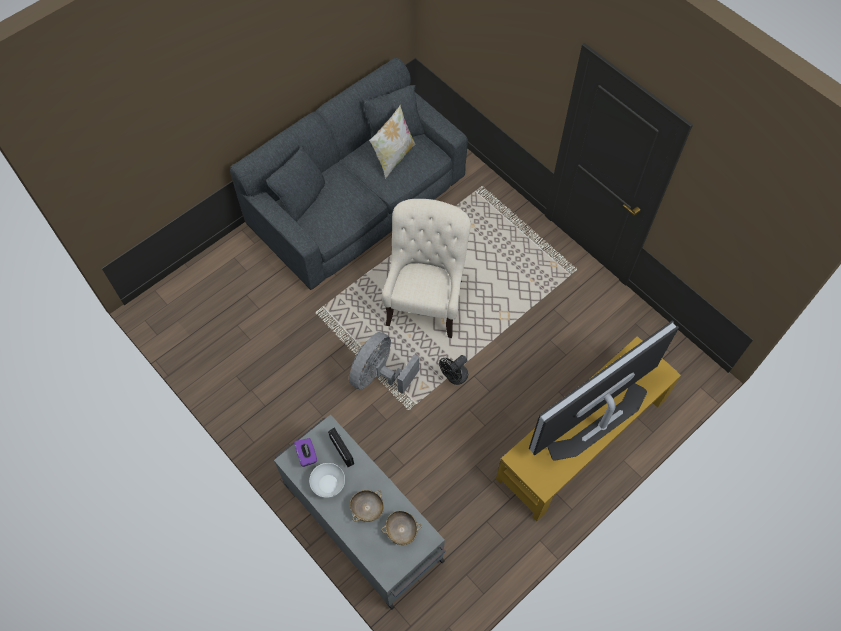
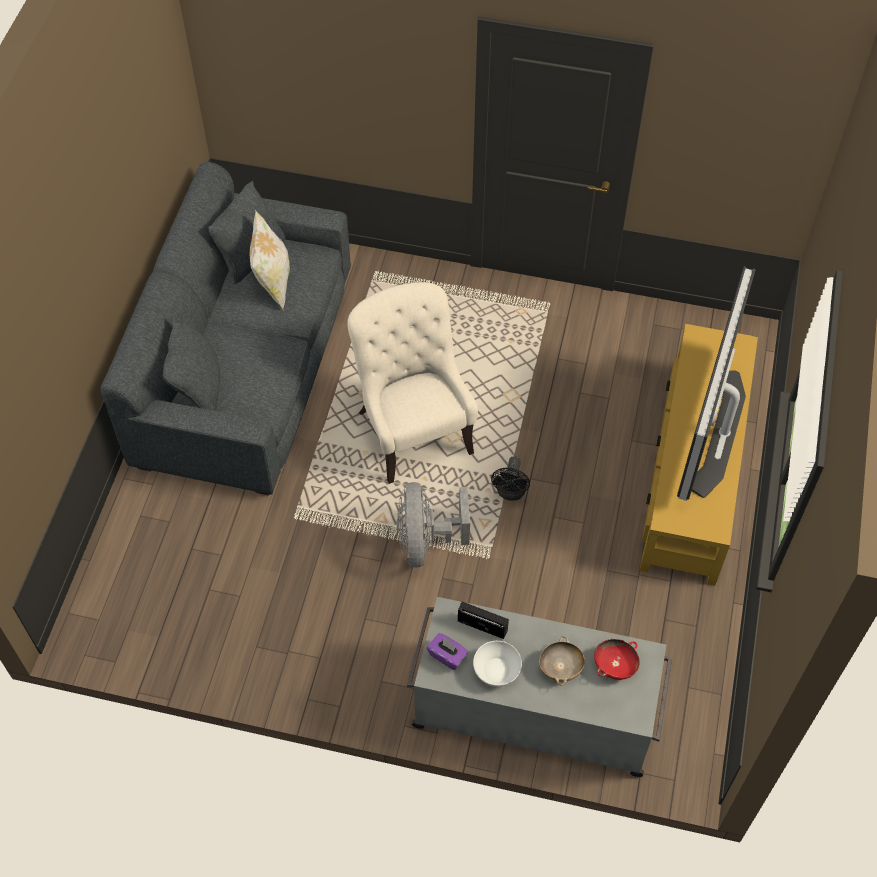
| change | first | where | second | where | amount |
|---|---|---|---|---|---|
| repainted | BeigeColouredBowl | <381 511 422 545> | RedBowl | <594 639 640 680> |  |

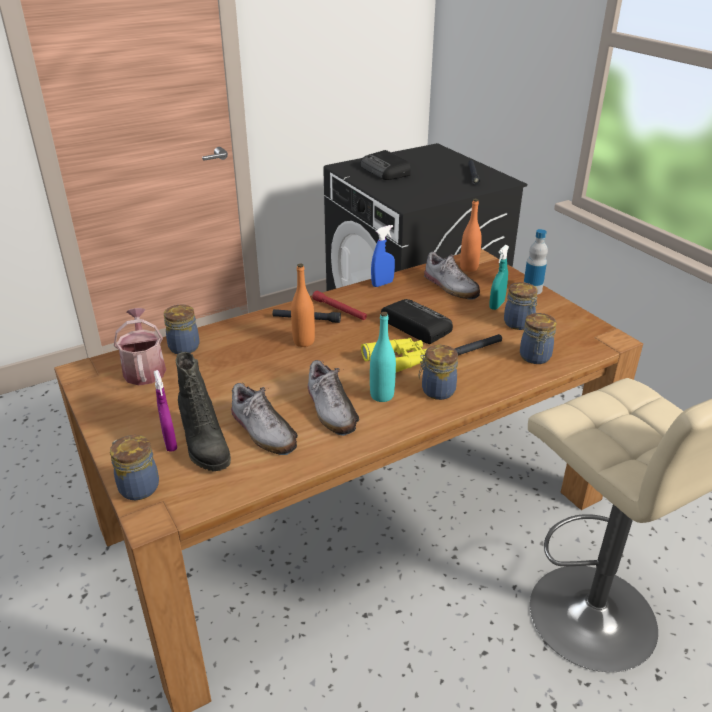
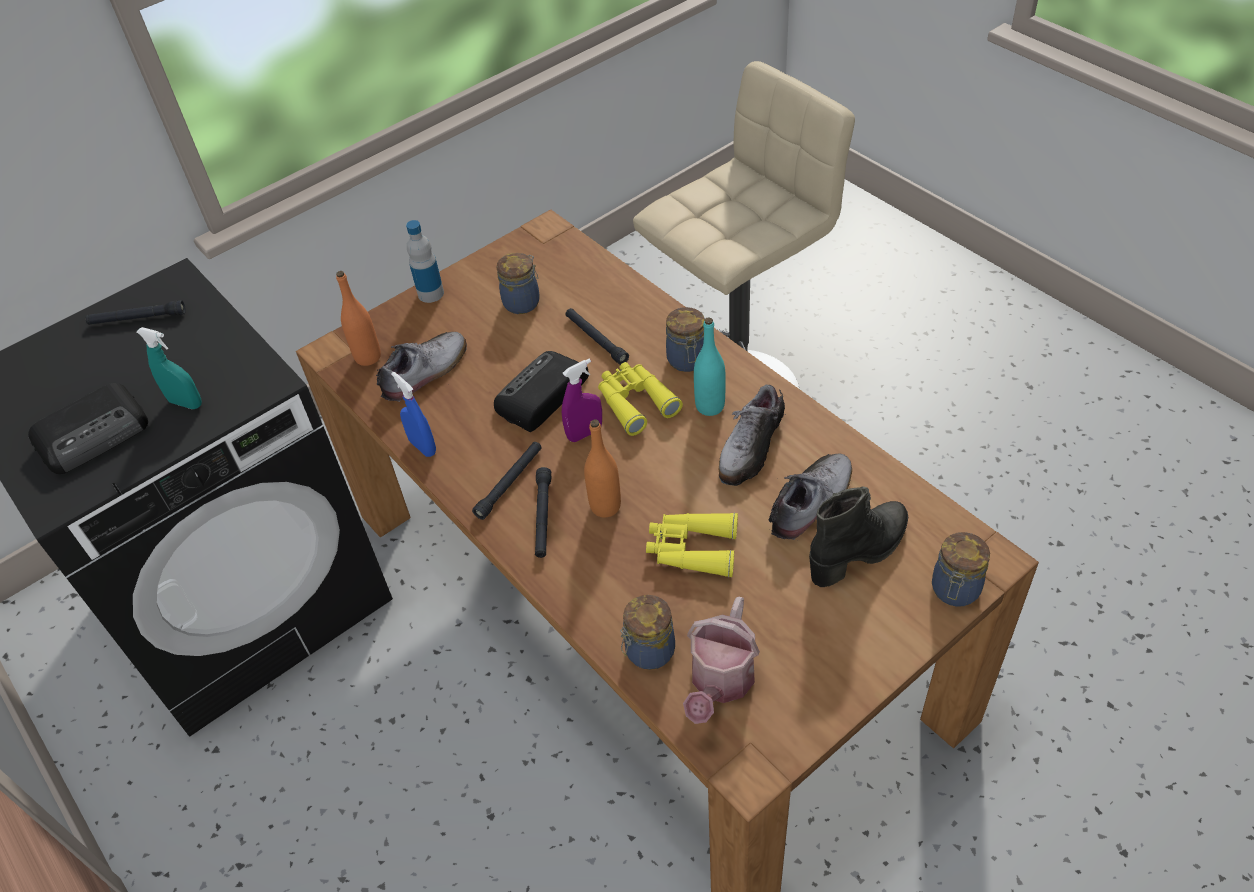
| change | first | where | second | where | amount |
|---|---|---|---|---|---|
| shifted | BlueGreenSprayBottle | <489 245 509 310> |  | <137 327 202 409> |  |
| repainted | RedFlashlight | <312 291 367 320> | BlackishFlashlight | <472 442 542 520> |  |
| rotated | WateringCan | <114 308 166 385> |  | <683 597 760 724> | 45 degrees counterclockwise |
| gone | Jar | <520 313 557 364> |  |  |  |
| rotated | LowShoe | <308 360 359 436> |  | <718 385 785 486> | 150 degrees clockwise |
| shifted | PurpleSprayBottle | <154 370 177 452> |  | <562 358 602 442> |  |
| new |  |  | YellowishFieldGlasses | <646 513 738 577> |  |

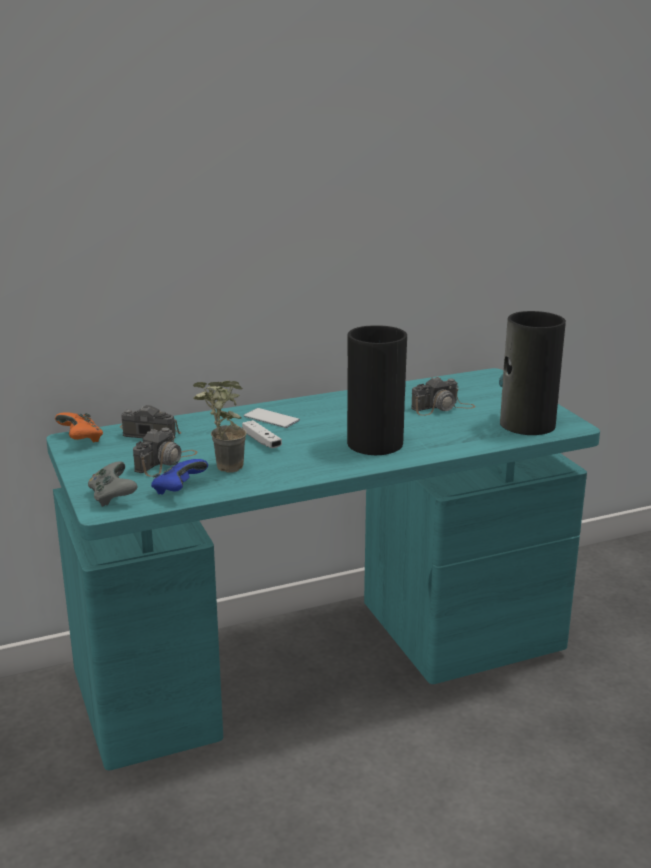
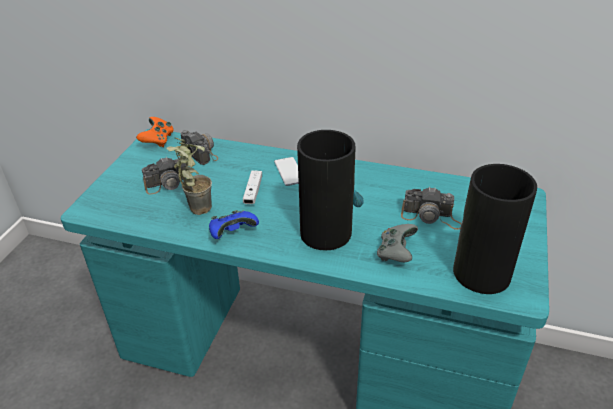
| change | first | where | second | where | amount |
|---|---|---|---|---|---|
| shifted | BluishGameController | <151 459 208 495> |  | <209 210 259 239> |  |
| shifted | GreyishGameController | <88 461 138 507> |  | <377 224 418 262> |  |

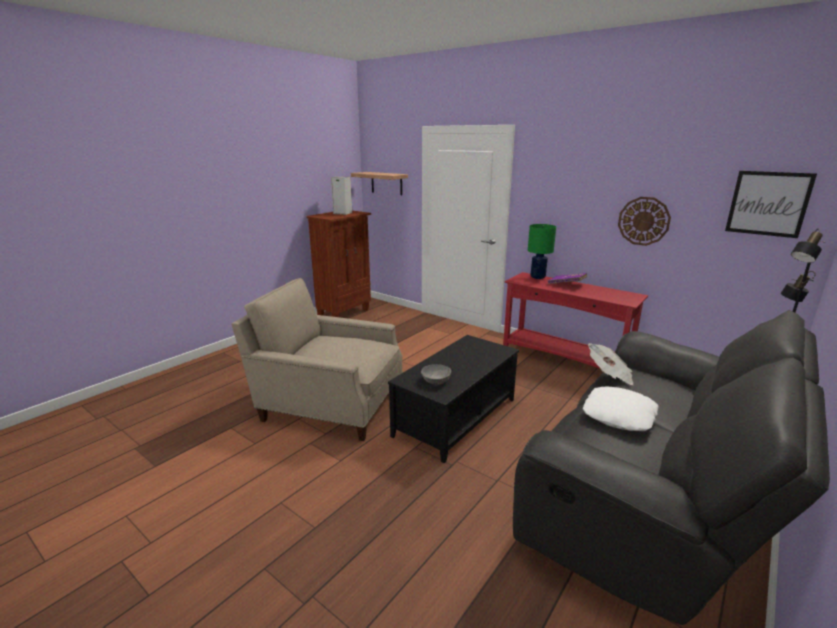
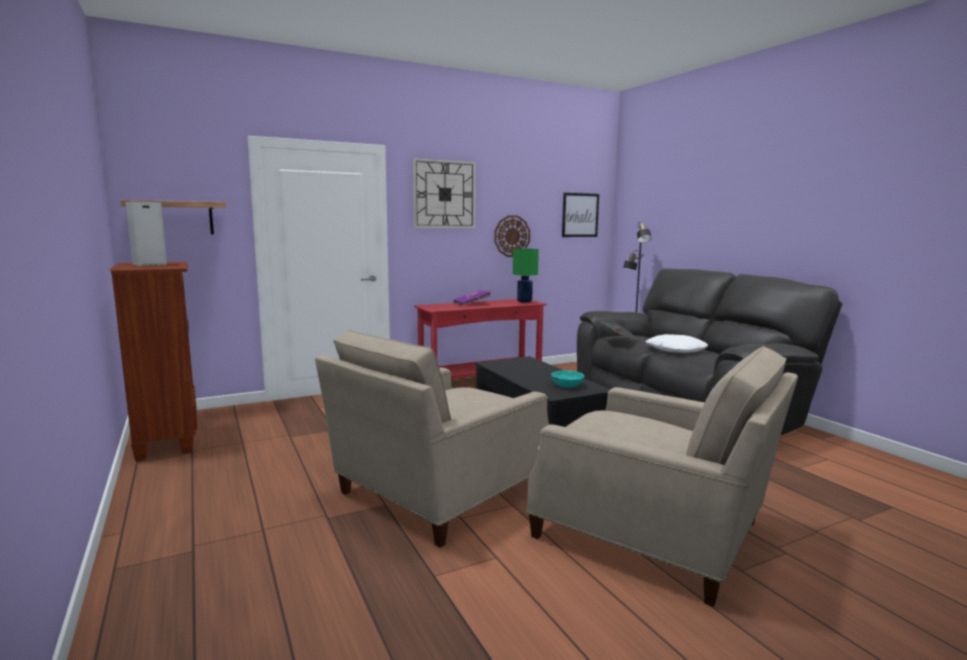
| change | first | where | second | where | amount |
|---|---|---|---|---|---|
| shifted | GreenishTabletopLamp | <528 224 556 279> |  | <513 248 539 303> |  |
| repainted | GreyishBowl | <421 364 451 385> | BlueGreenBowl | <551 370 584 388> |  |
| new |  |  | WallClock | <413 158 476 228> |  |
| new |  |  | BeigeColouredArmchair | <526 346 798 607> |  |

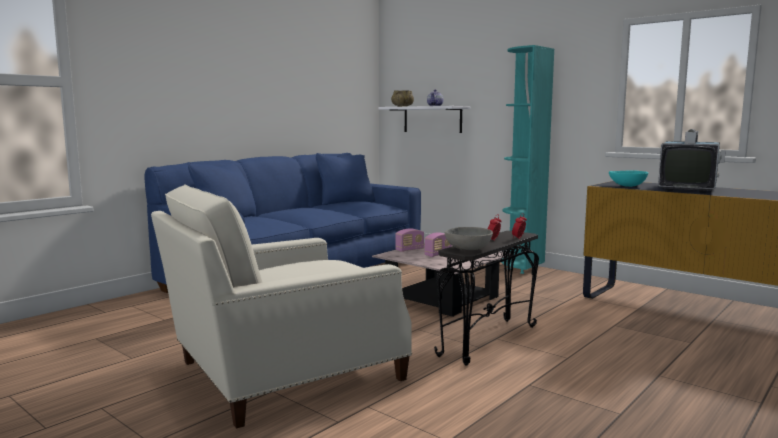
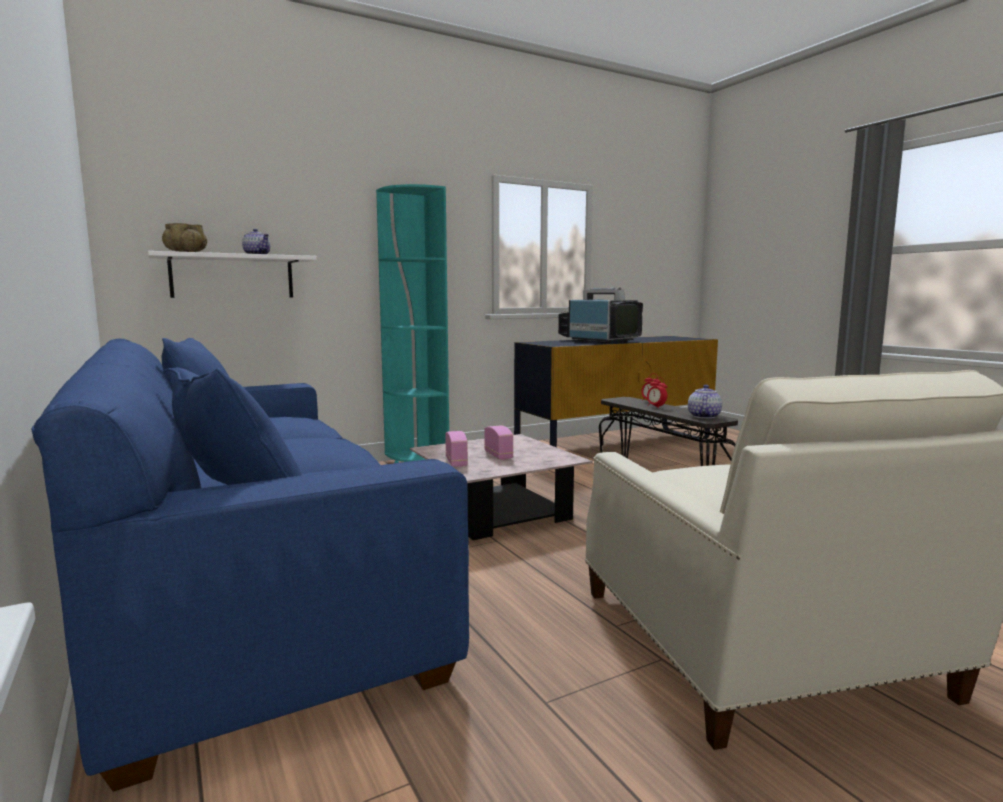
| change | first | where | second | where | amount |
|---|---|---|---|---|---|
| gone | BlueGreenBowl | <609 171 648 187> |  |  |  |
| swapped | GreyishBowl | <445 227 493 250> | Teapot | <688 385 722 419> |  |

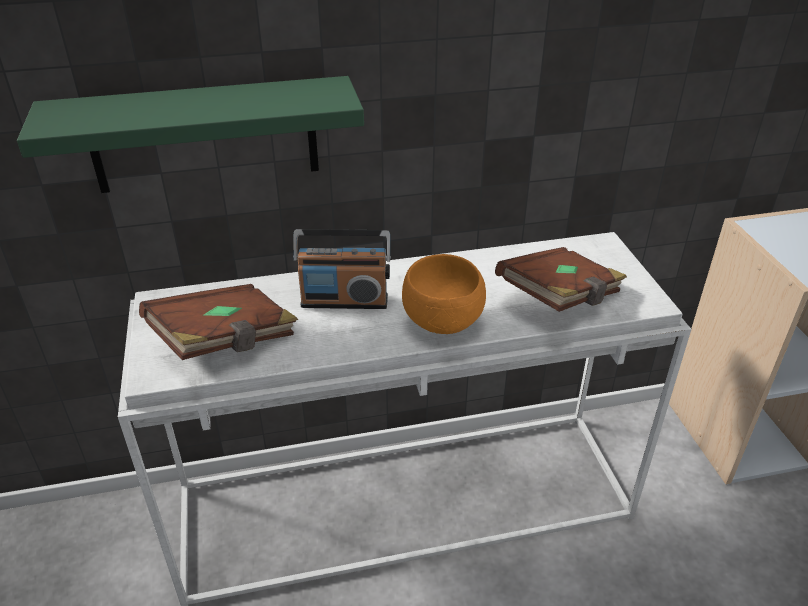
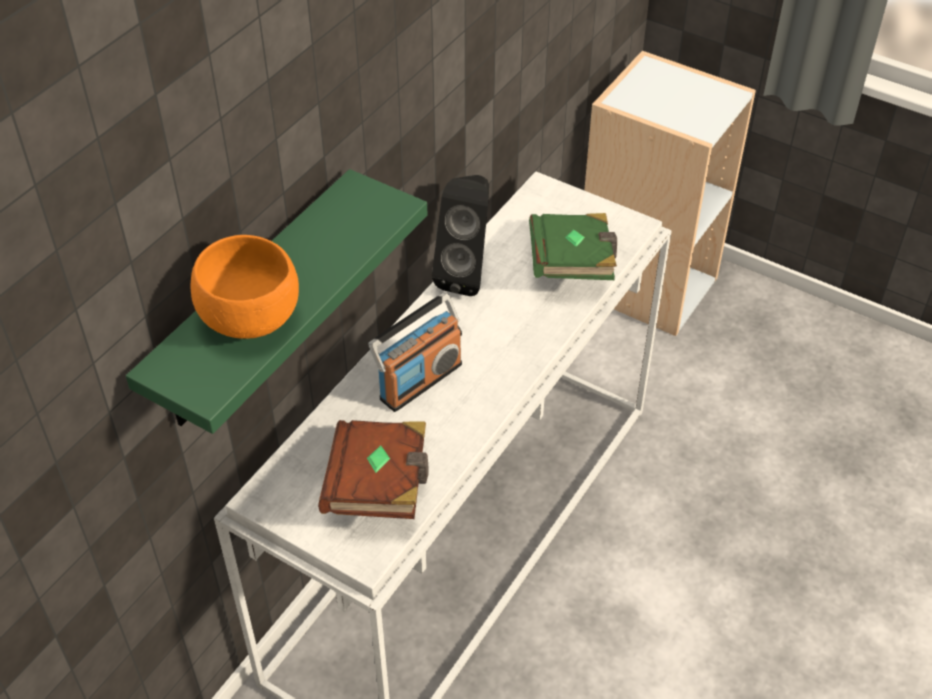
| change | first | where | second | where | amount |
|---|---|---|---|---|---|
| repainted | BrownishVolume | <495 247 627 312> | GreenishVolume | <529 213 617 280> |  |
| shifted | OrangeyBowl | <402 254 486 334> |  | <191 235 299 339> |  |
| new |  |  | BlackishAudioSpeaker | <432 175 489 296> |  |

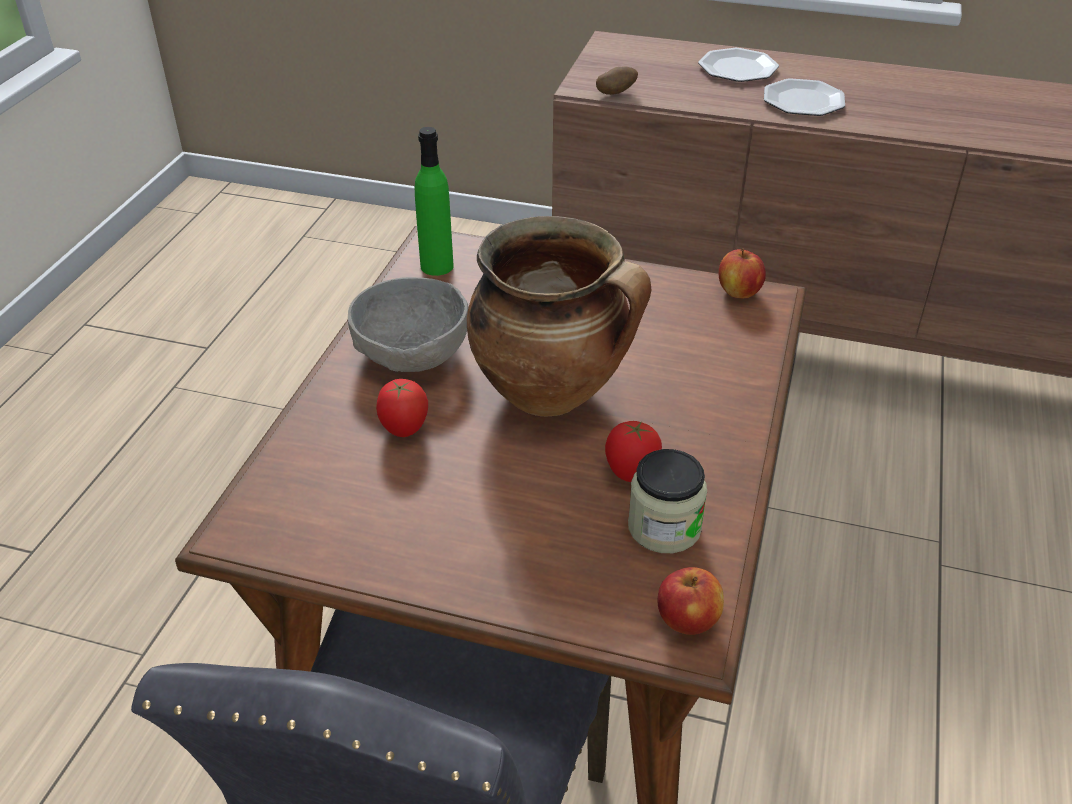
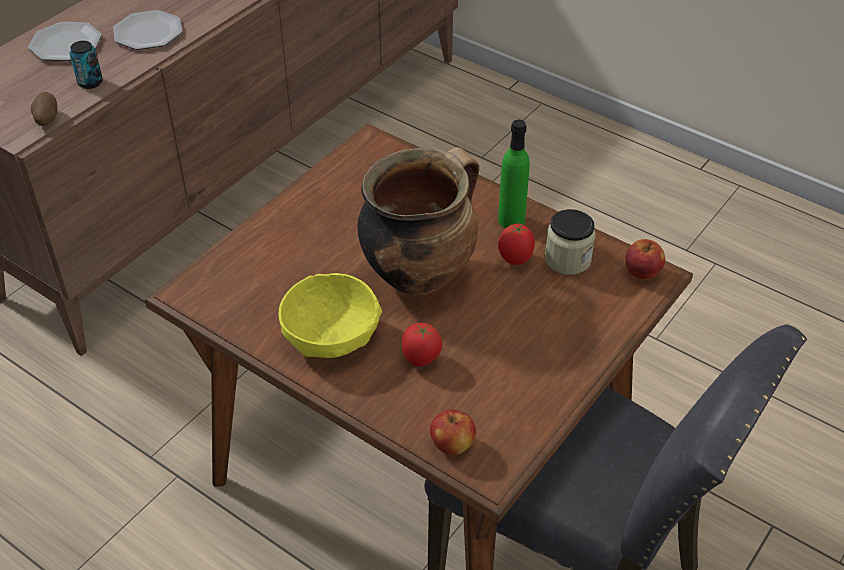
| change | first | where | second | where | amount |
|---|---|---|---|---|---|
| shifted | GreenishBottle | <414 127 454 276> |  | <498 120 530 228> |  |
| shifted | Apple | <719 248 766 298> |  | <430 410 476 455> |  |
| repainted | GreyishBowl | <348 277 469 372> | YellowishBowl | <279 273 382 358> |  |
| new |  |  | MetalCan | <70 41 103 89> |  |

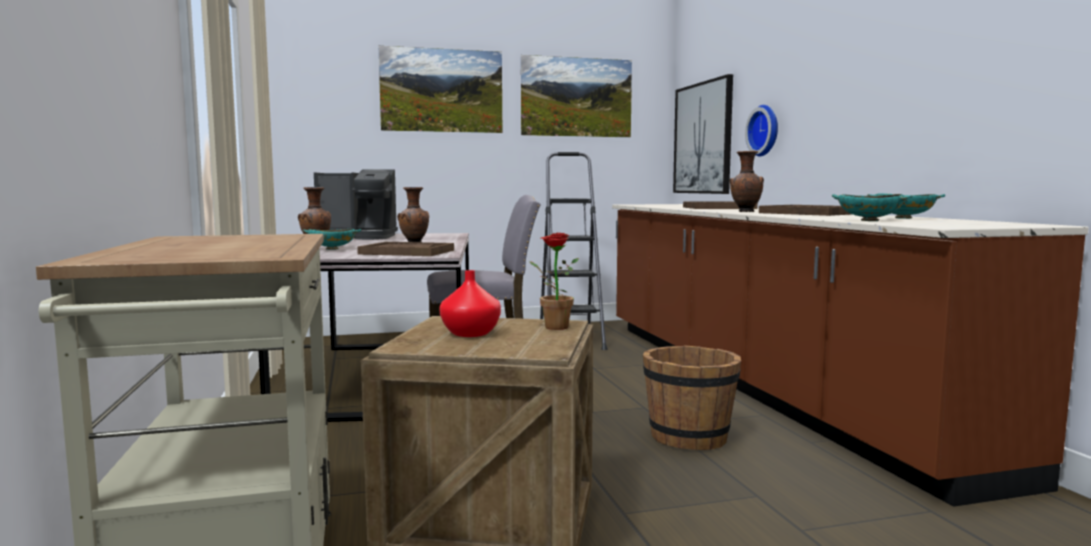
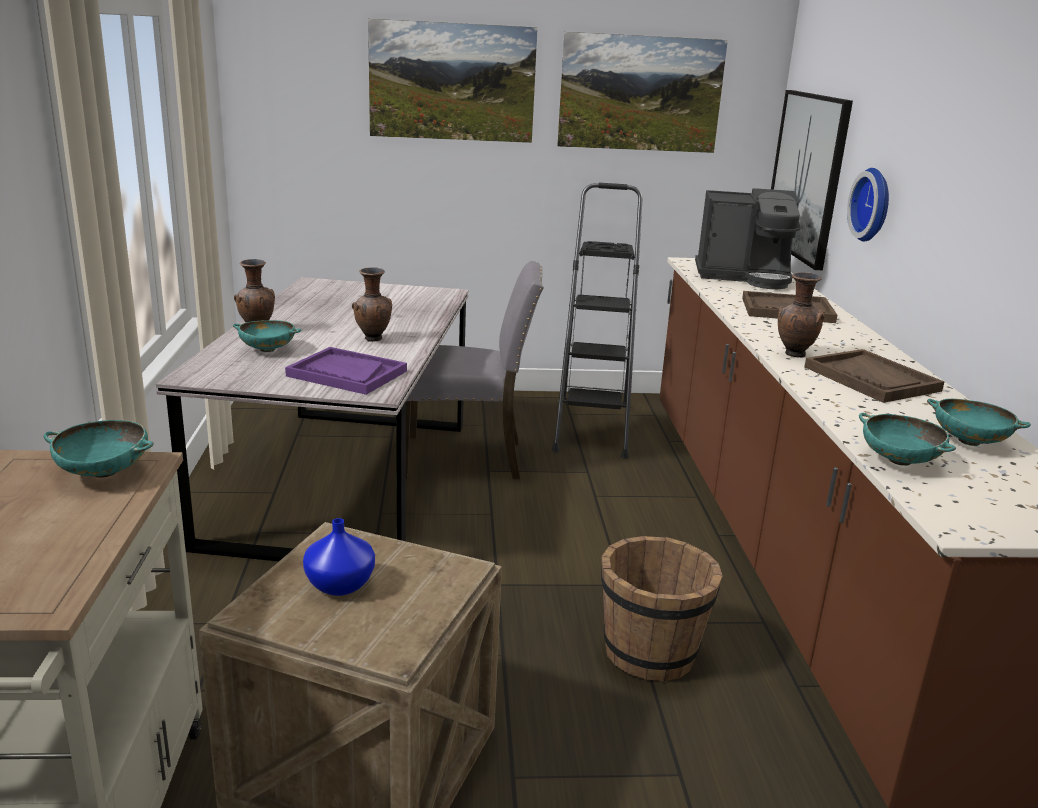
| change | first | where | second | where | amount |
|---|---|---|---|---|---|
| shifted | CoffeeBrewer | <314 170 398 240> |  | <695 188 800 289> |  |
| gone | PottedPlant | <529 232 579 330> |  |  |  |
| repainted | BrownishCarryingTray | <357 242 454 256> | PurpleCarryingTray | <285 347 407 395> |  |
| repainted | RedVase | <439 270 501 337> | BluishVase | <303 518 375 596> |  |
| new |  |  | BlueGreenBowl | <43 420 154 478> |  |

